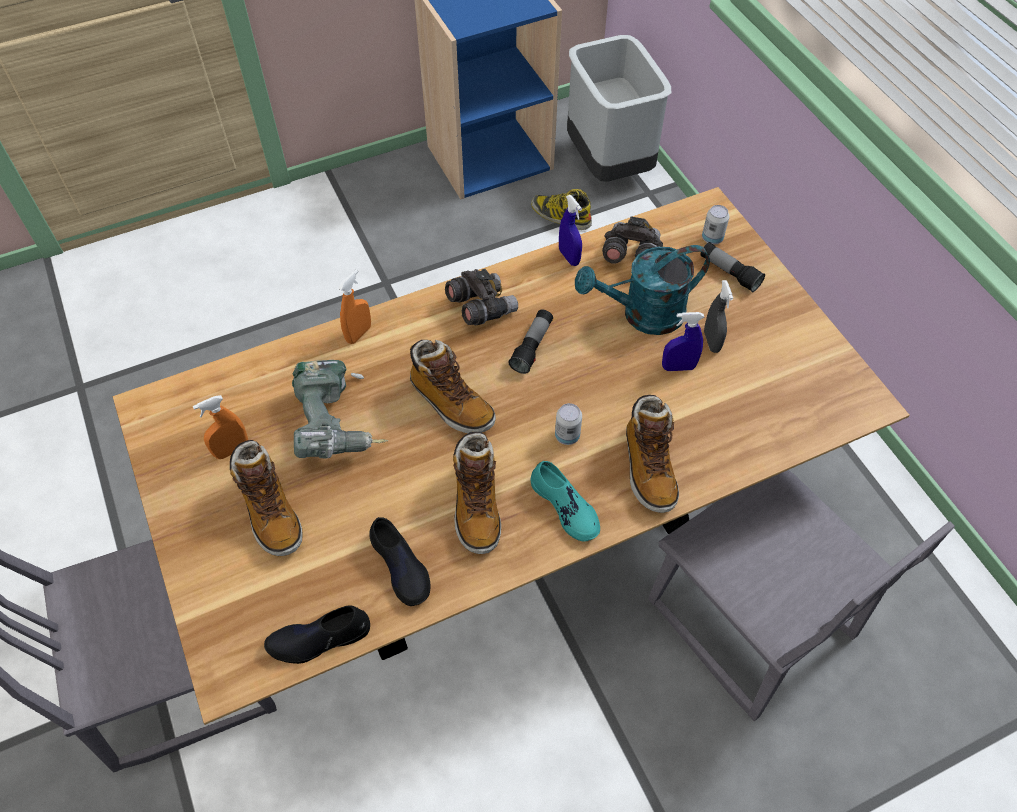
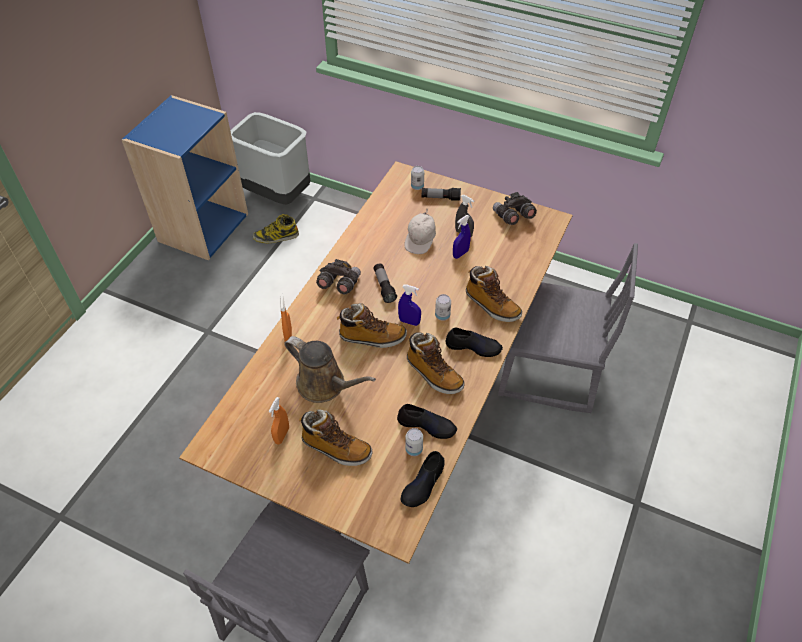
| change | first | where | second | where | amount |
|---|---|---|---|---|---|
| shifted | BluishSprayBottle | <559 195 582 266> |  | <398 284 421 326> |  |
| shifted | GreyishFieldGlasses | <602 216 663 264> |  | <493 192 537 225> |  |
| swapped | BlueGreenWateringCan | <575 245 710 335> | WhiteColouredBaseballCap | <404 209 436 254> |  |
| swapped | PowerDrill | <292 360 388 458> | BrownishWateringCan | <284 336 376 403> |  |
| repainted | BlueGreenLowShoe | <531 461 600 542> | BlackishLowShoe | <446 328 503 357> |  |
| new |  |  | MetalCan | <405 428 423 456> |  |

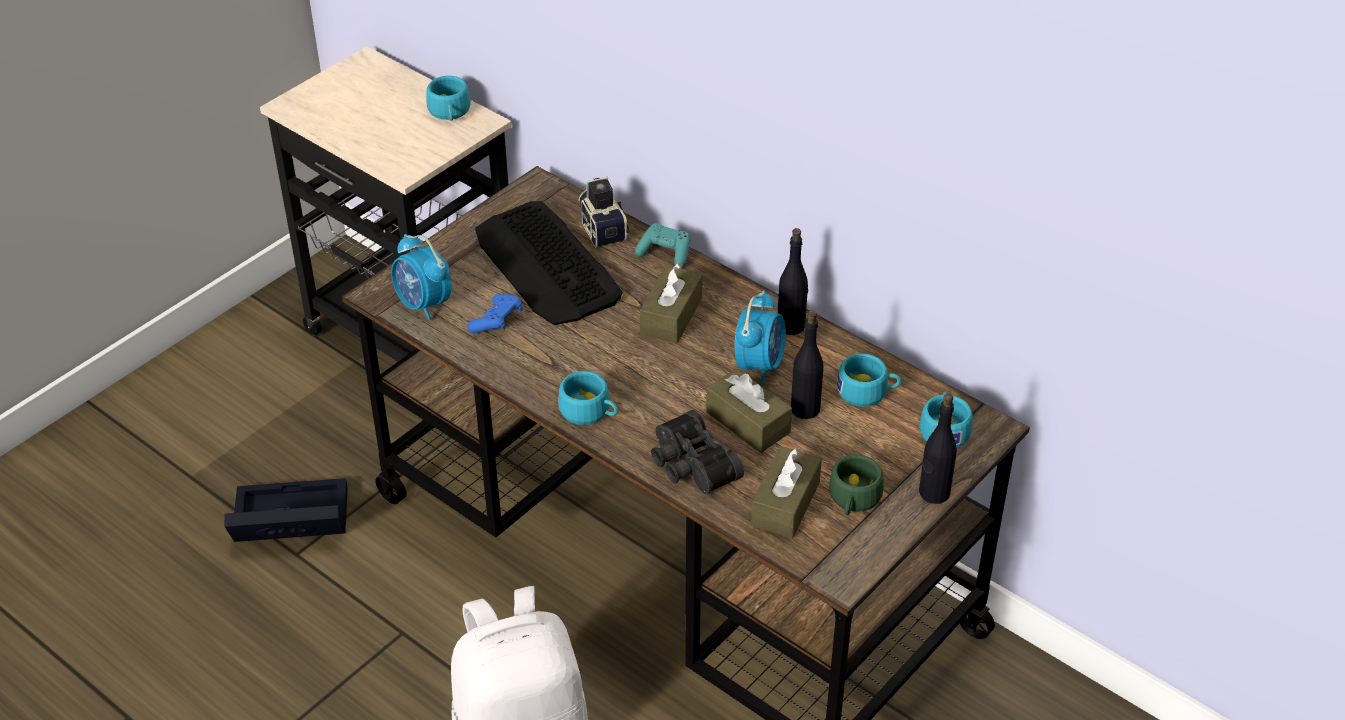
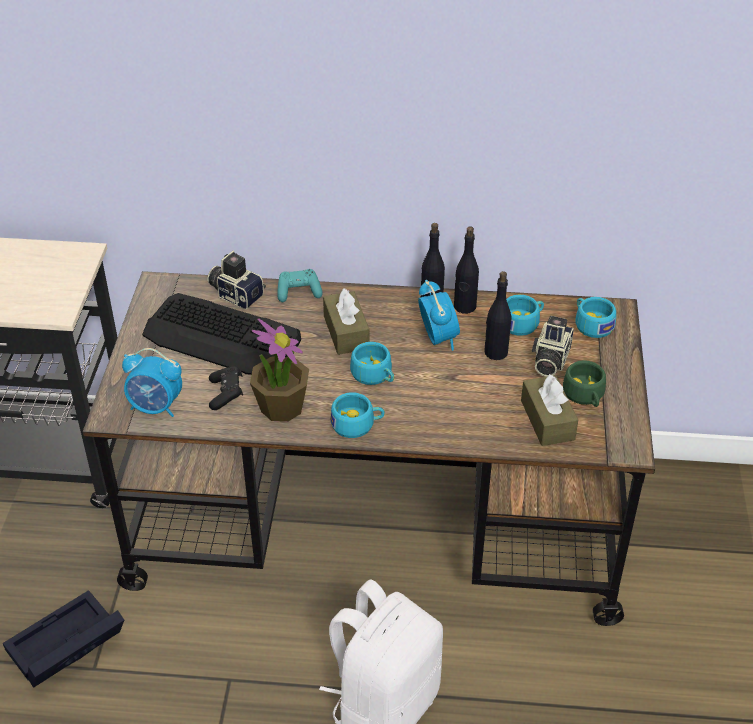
| change | first | where | second | where | amount |
|---|---|---|---|---|---|
| shifted | BlueGreenCup | <426 76 471 121> |  | <350 342 394 385> |  |
| repainted | BluishGameController | <467 294 523 333> | BlackishGameController | <209 367 243 410> |  |
| gone | BrownishTissueHolder | <706 368 792 453> |  |  |  |
| shifted | BlackishBottle | <919 393 957 504> |  | <454 226 479 314> |  |
| gone | BlackishFieldGlasses | <651 410 744 494> |  |  |  |
| new |  |  | StillCamera | <532 316 574 377> |  |
| new |  |  | PottedPlant | <250 318 309 422> |  |

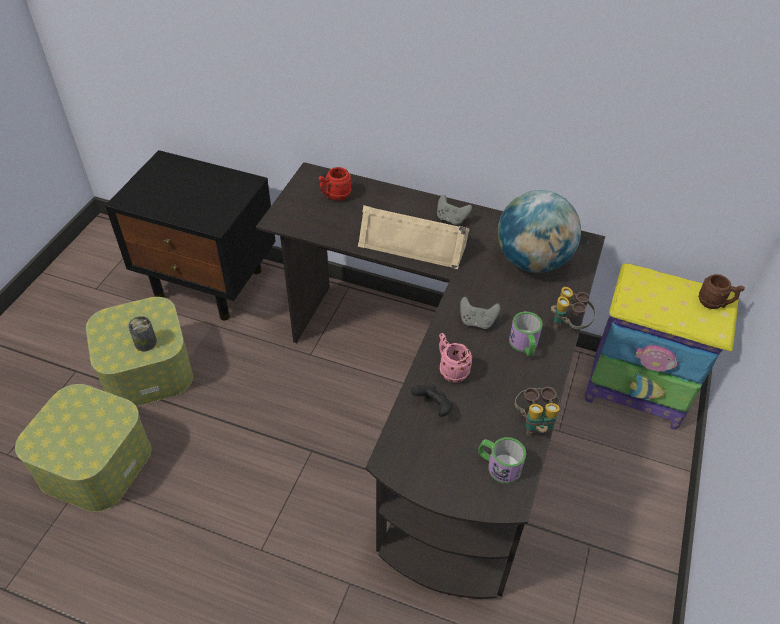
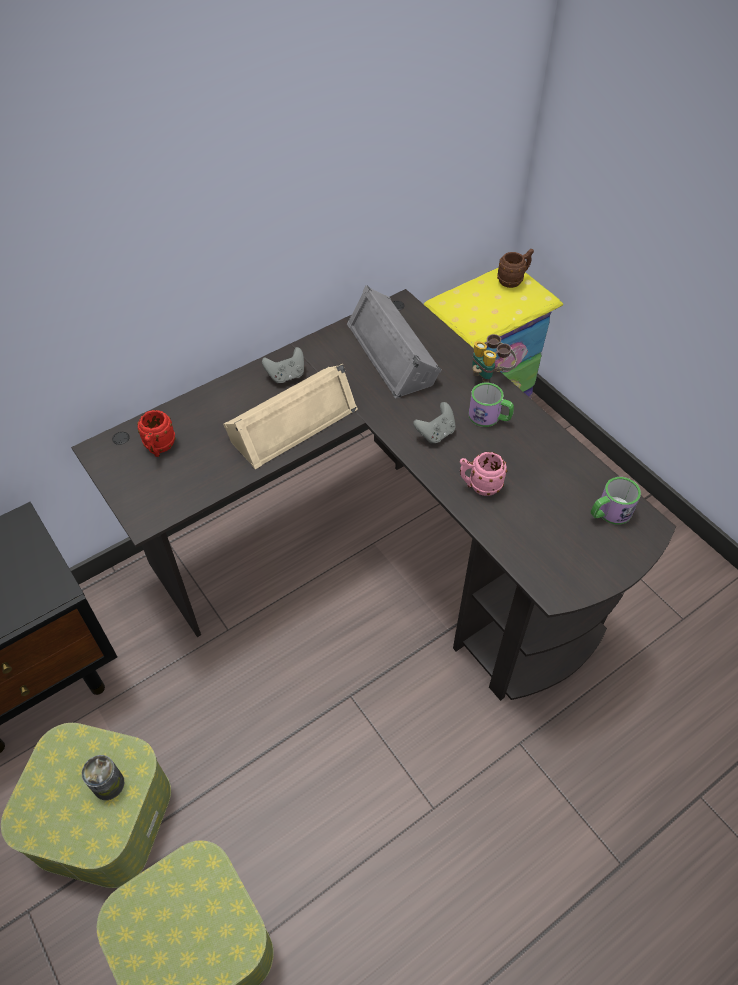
| change | first | where | second | where | amount |
|---|---|---|---|---|---|
| swapped | DeskGlobe | <498 190 581 273> | GreyishAudioSpeaker | <347 285 442 399> |  |
| gone | BlackishGameController | <412 385 453 417> |  |  |  |
| gone | FieldGlasses | <514 387 560 436> |  |  |  |

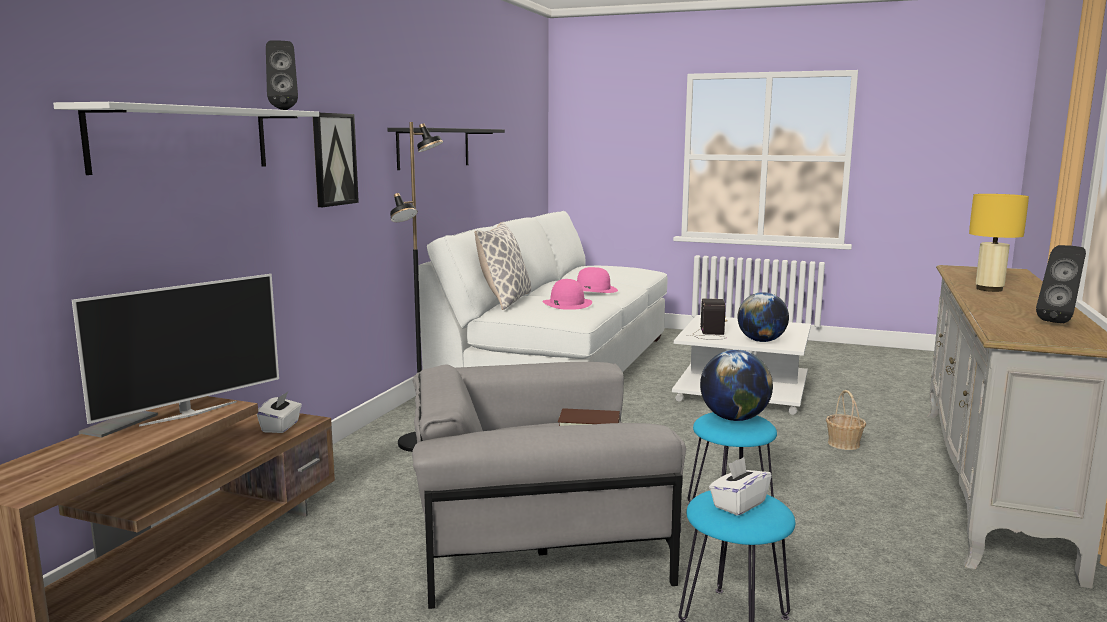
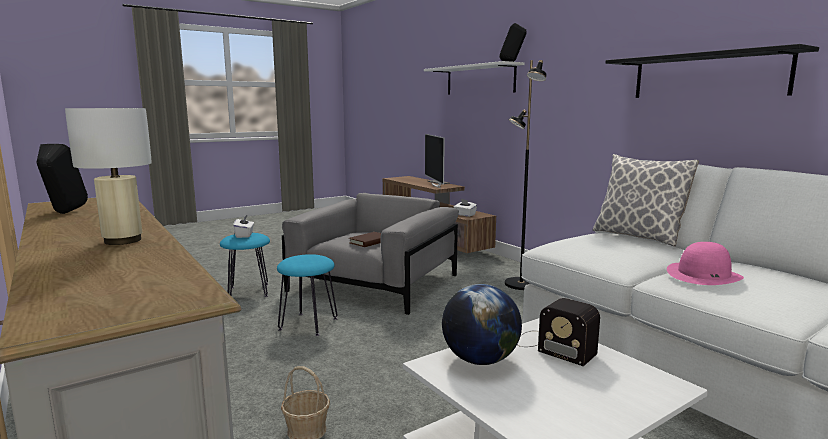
| change | first | where | second | where | amount |
|---|---|---|---|---|---|
| gone | Picture | <313 113 359 207> |  |  |  |
| repainted | YellowishTabletopLamp | <969 194 1029 292> | WhiteColouredTabletopLamp | <65 108 152 245> |  |
| gone | PinkHat | <542 279 592 310> |  |  |  |
| gone | DeskGlobe | <700 350 773 421> |  |  |  |

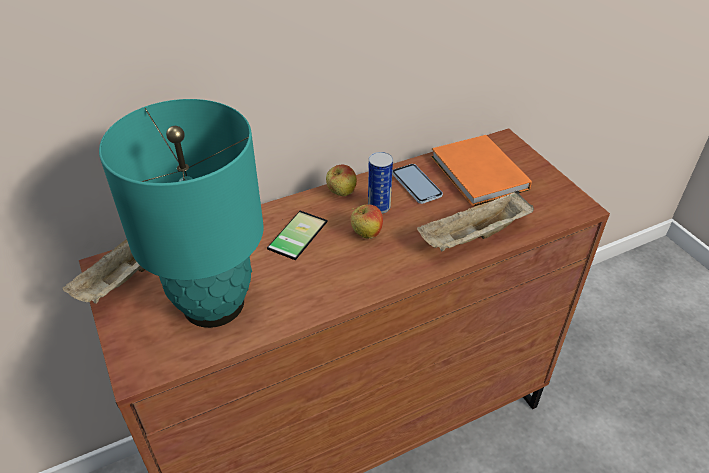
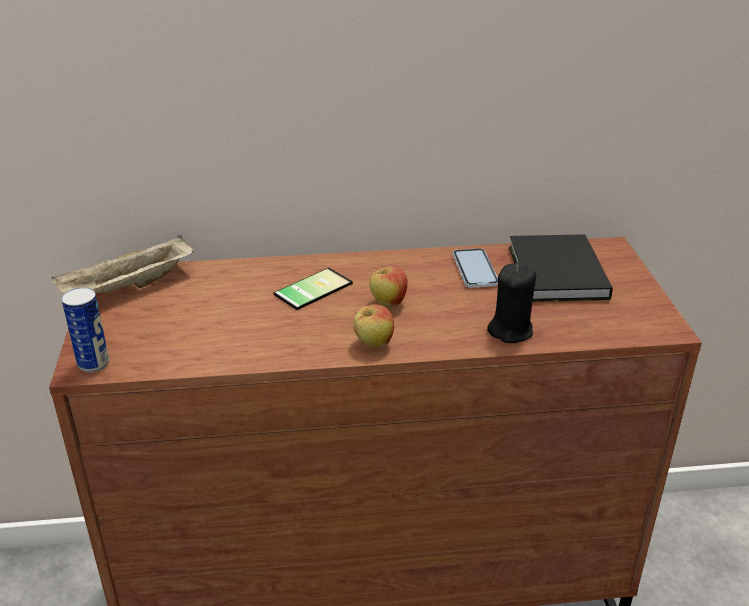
| change | first | where | second | where | amount |
|---|---|---|---|---|---|
| gone | BlueGreenTabletopLamp | <99 99 264 328> |  |  |  |
| repainted | OrangeyVolume | <431 135 532 206> | BlackishVolume | <509 234 613 302> |  |
| shifted | MetalCan | <368 152 393 214> |  | <61 287 109 373> |  |
| shifted | Apple | <326 165 357 196> |  | <353 304 394 347> |  |
| swapped | BeigeColouredCarryingTray | <417 191 534 251> | BlackishCandle | <487 262 536 343> |  |

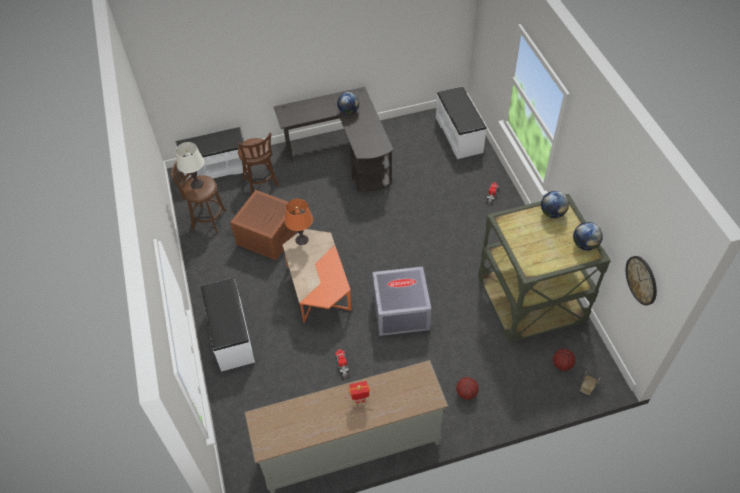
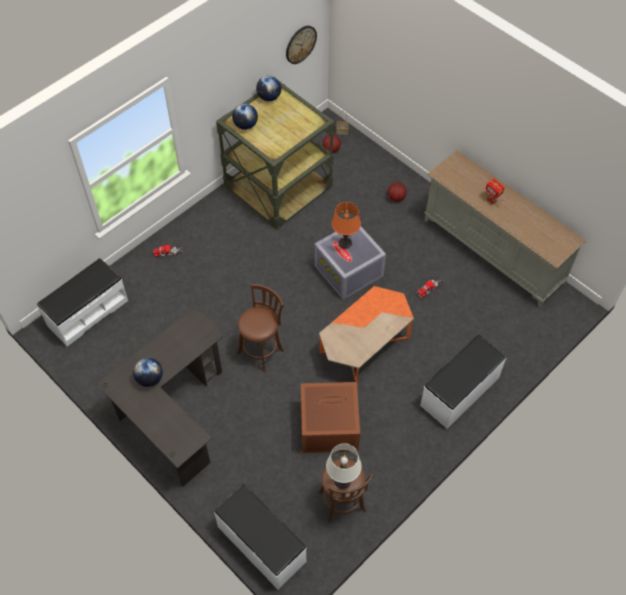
| change | first | where | second | where | amount |
|---|---|---|---|---|---|
| shifted | BrownishSittingStool | <238 133 279 195> |  | <237 284 284 372> |  |
| shifted | OrangeyTabletopLamp | <285 199 313 245> |  | <332 202 361 249> |  |

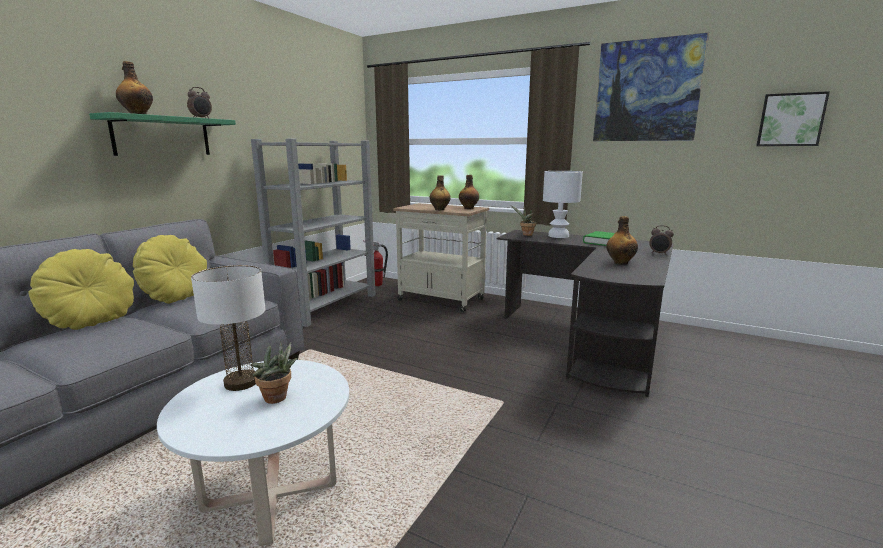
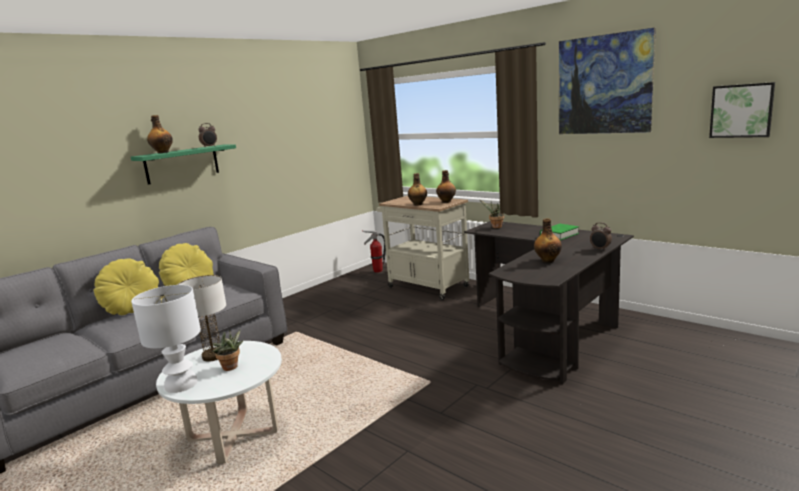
| change | first | where | second | where | amount |
|---|---|---|---|---|---|
| gone | GreyishShelvingUnit | <251 138 376 327> |  |  |  |
| shifted | WhiteColouredTabletopLamp | <543 171 583 238> |  | <131 285 201 393> |  |

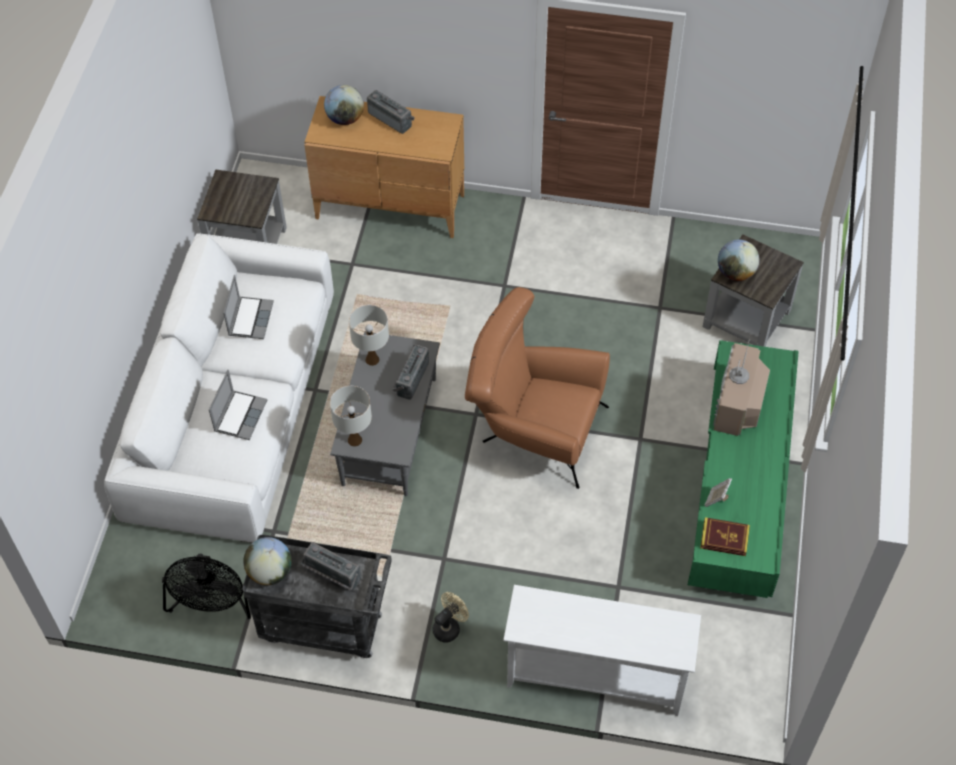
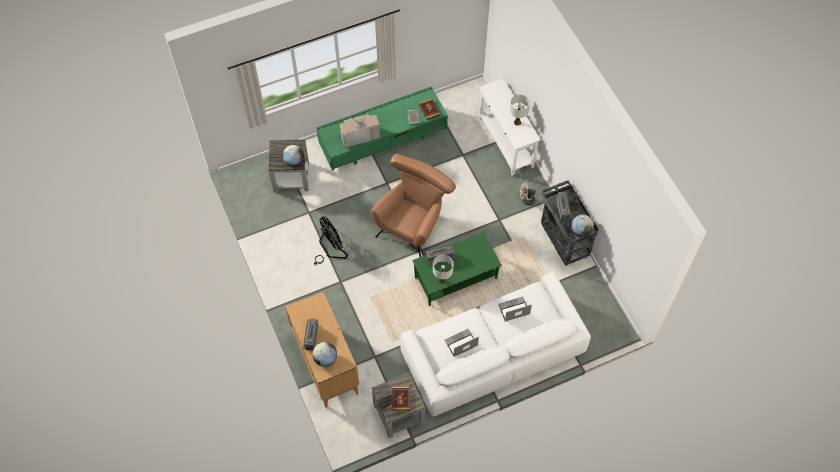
| change | first | where | second | where | amount |
|---|---|---|---|---|---|
| rotated | BrownishArmchair | <465 287 610 489> |  | <371 154 456 257> | 135 degrees counterclockwise |
| repainted | GreyishLowTable | <330 332 440 496> | GreenishLowTable | <412 232 502 306> |  |
| shifted | WhiteColouredTabletopLamp | <330 386 372 446> |  | <510 95 530 126> |  |
| shifted | BlackishCoolingFan | <162 554 251 619> |  | <313 216 348 265> |  |
| new |  |  | Volume | <392 386 410 411> |  |

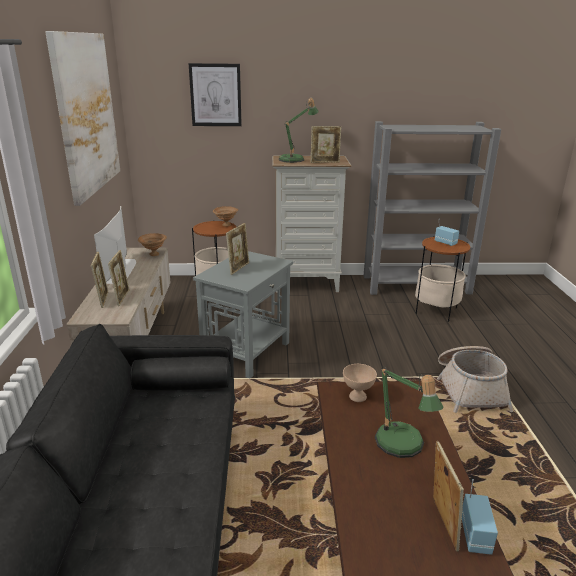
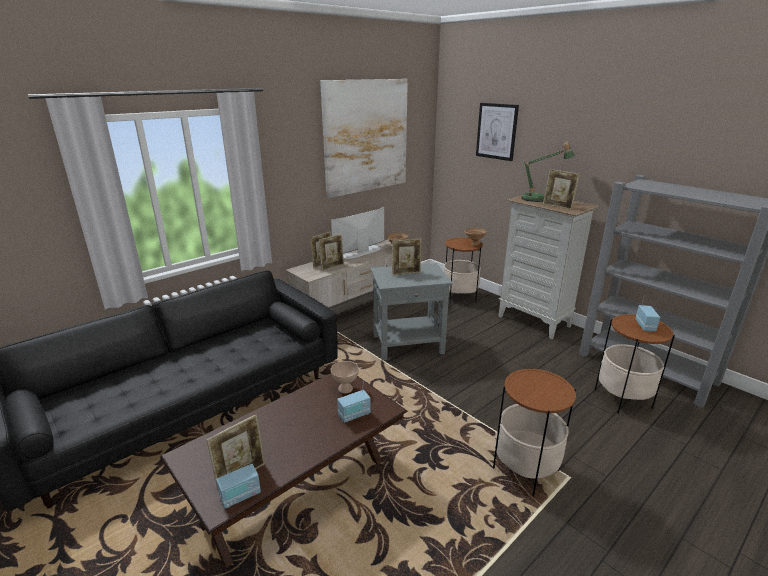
| change | first | where | second | where | amount |
|---|---|---|---|---|---|
| swapped | StorageBasket | <437 346 513 413> | SideTable | <493 368 576 496> |  |
| gone | TabletopLamp | <375 366 444 458> |  |  |  |
| new |  |  | RadioReceiver | <337 380 371 423> |  |

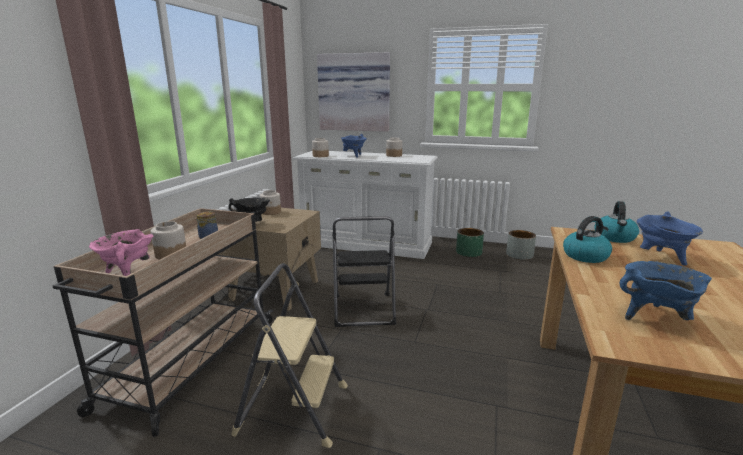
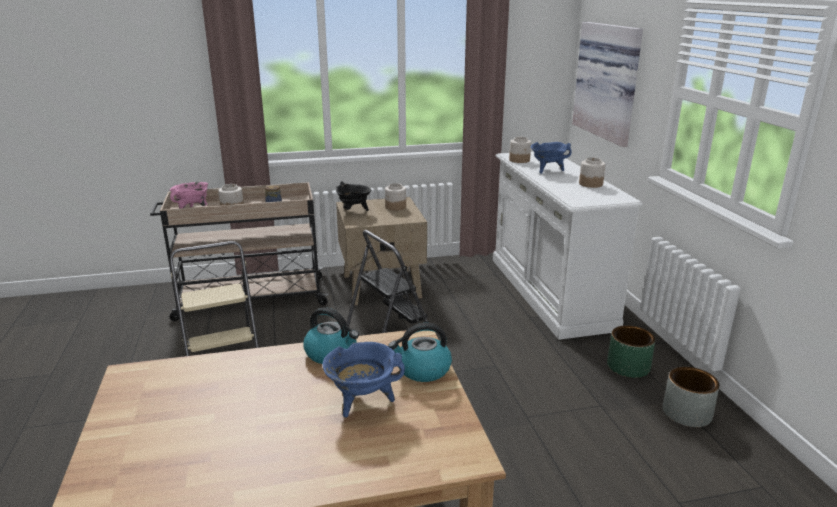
| change | first | where | second | where | amount |
|---|---|---|---|---|---|
| gone | BluishSaucepot | <620 261 712 320> |  |  |  |

